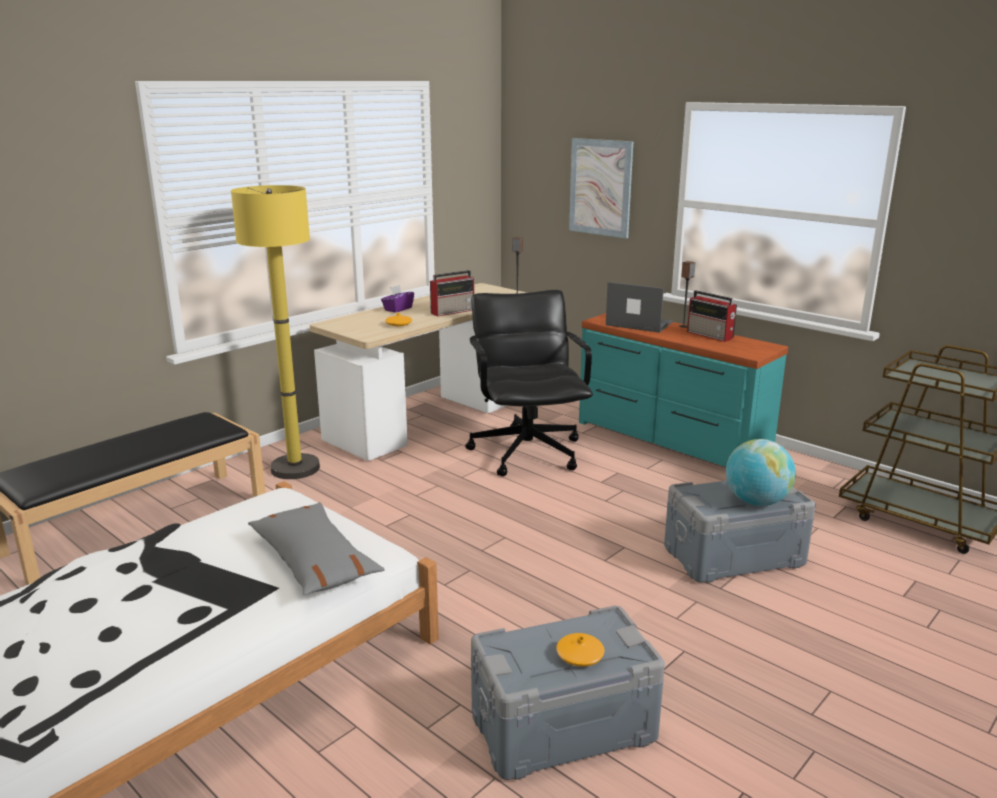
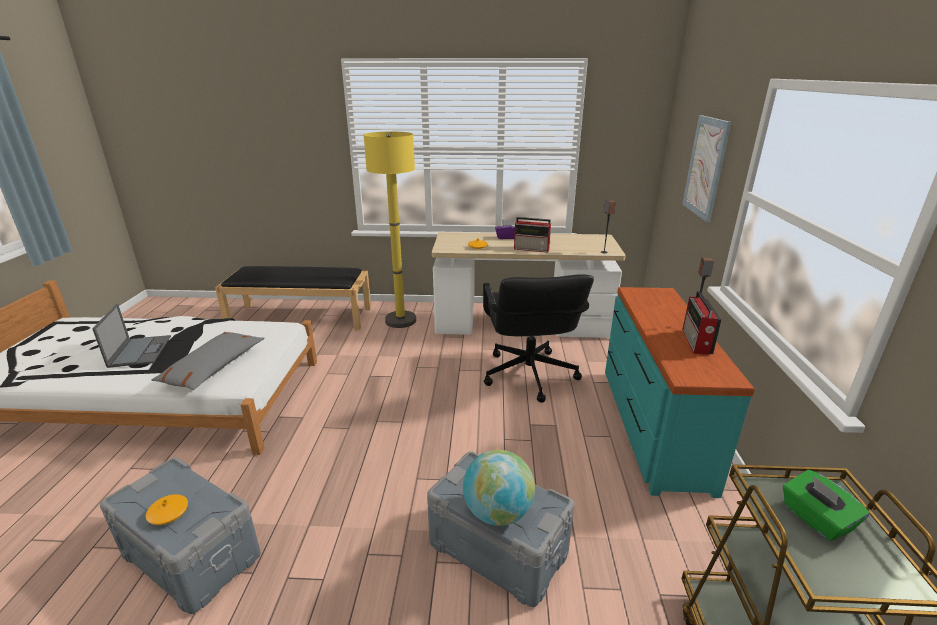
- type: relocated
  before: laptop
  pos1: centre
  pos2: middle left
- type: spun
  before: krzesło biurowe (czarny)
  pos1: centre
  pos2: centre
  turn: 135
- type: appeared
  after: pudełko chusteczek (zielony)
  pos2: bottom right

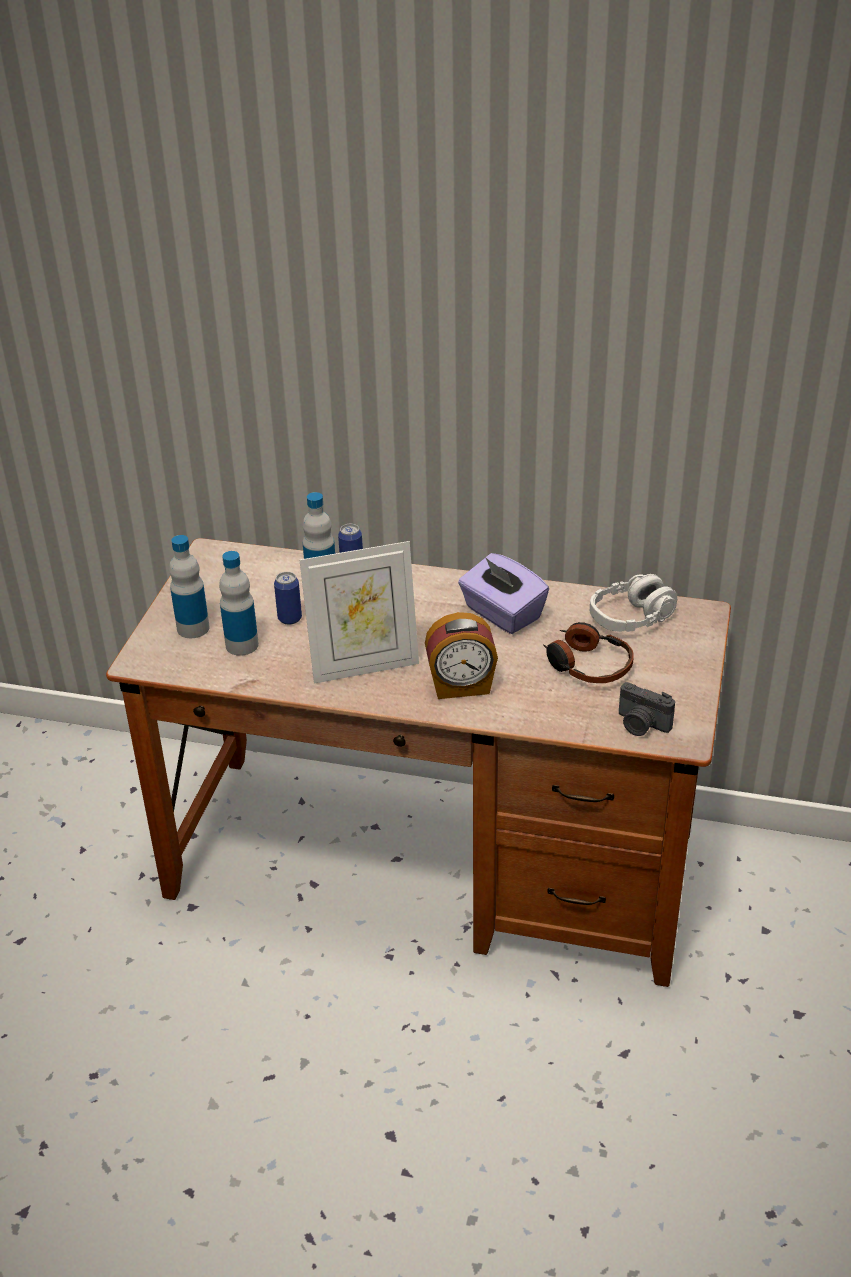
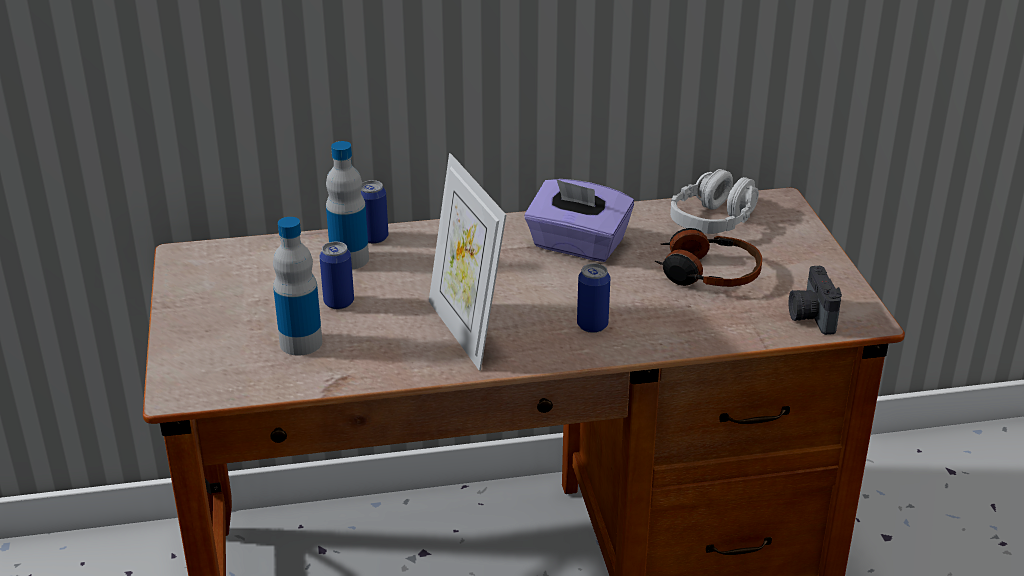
- type: spun
  before: ramka na zdjęcie
  pos1: centre
  pos2: centre
  turn: 105
- type: exchanged
  before: budzik
  after: puszka (no. 3 from left)
  pos1: centre
  pos2: centre
- type: spun
  before: aparat fotograficzny
  pos1: middle right
  pos2: middle right
  turn: 75
- type: missing
  before: butelka (no. 1 from left)
  pos1: middle left

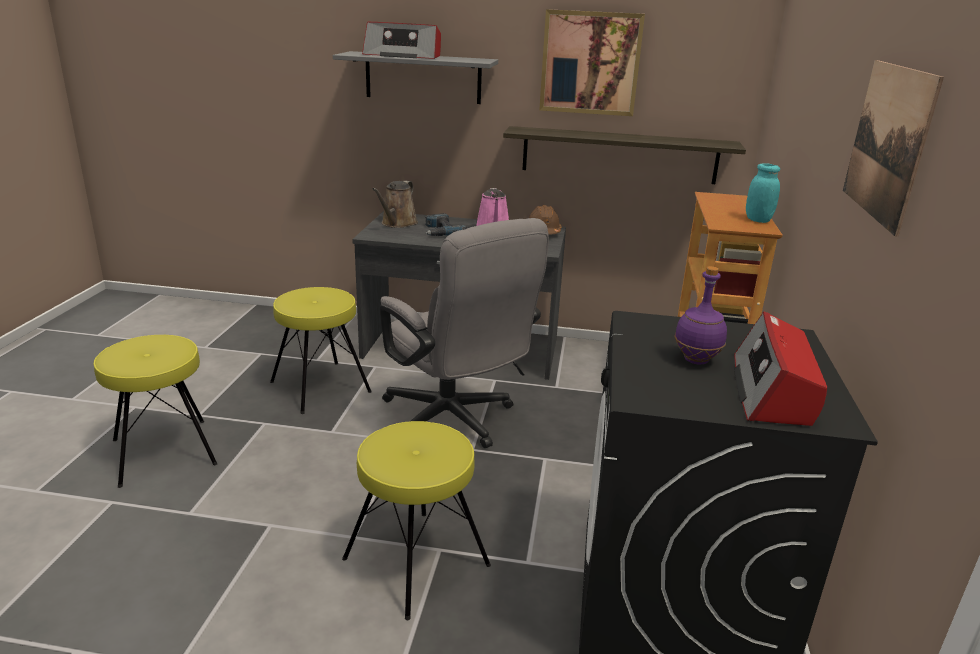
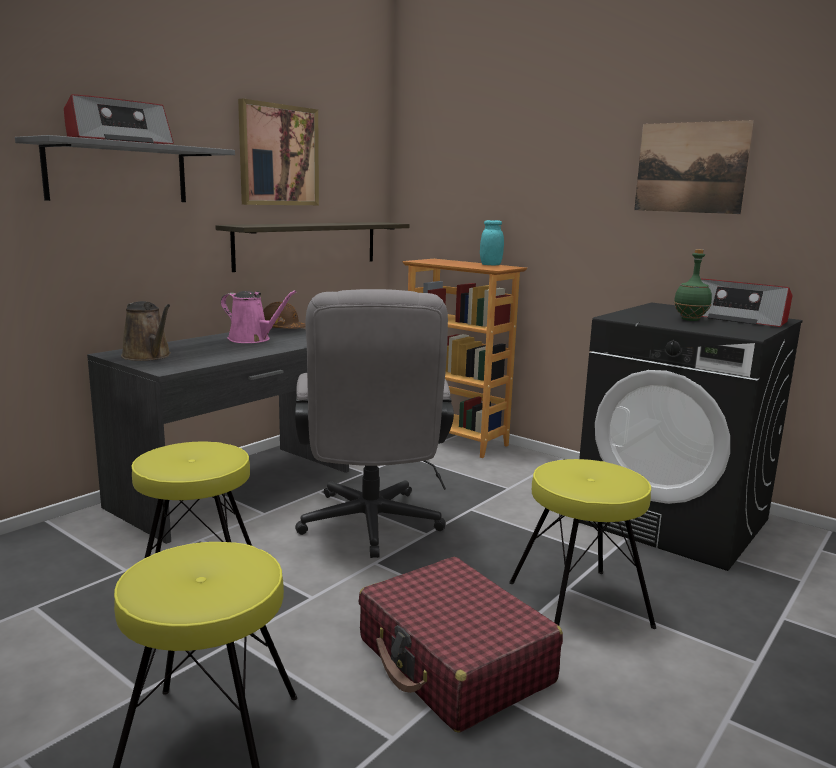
- type: spun
  before: krzesło biurowe (szary)
  pos1: centre
  pos2: centre
  turn: 90
- type: appeared
  after: walizka (czerwony)
  pos2: bottom centre
- type: colour
  before: butelka (fioletowy)
  after: butelka (zielony)
  pos1: middle right
  pos2: middle right
- type: missing
  before: wiertarka
  pos1: centre

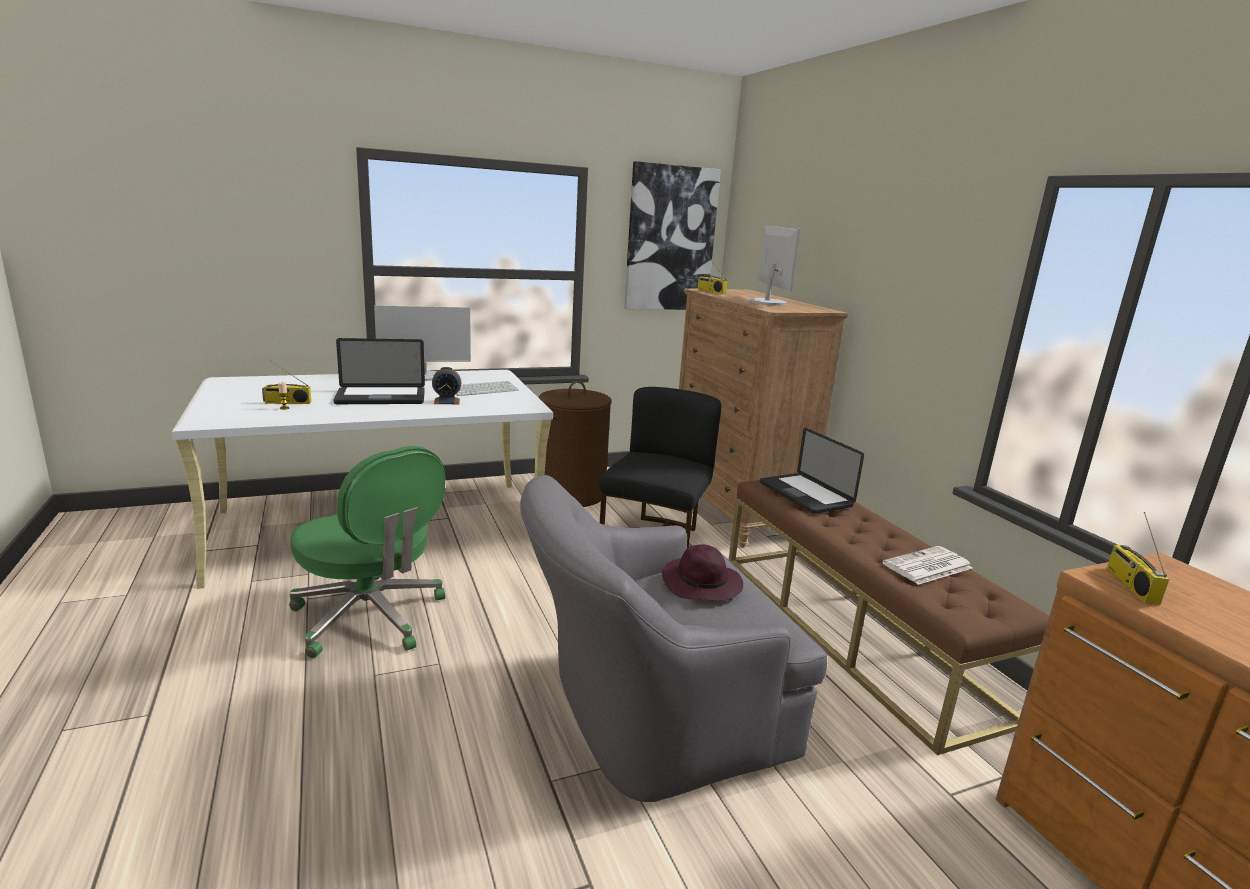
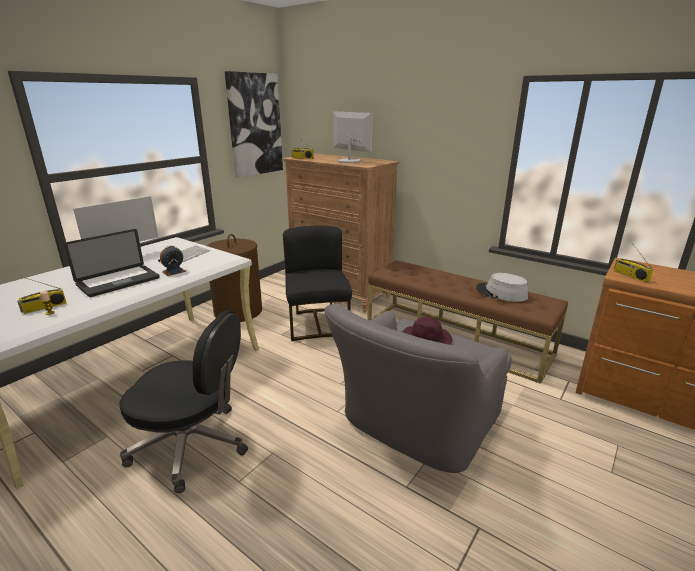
- type: colour
  before: krzesło biurowe (zielony)
  after: krzesło biurowe (czarny)
  pos1: middle left
  pos2: bottom left
- type: exchanged
  before: gazeta
  after: kapelusz (szary)
  pos1: middle right
  pos2: middle right
- type: missing
  before: laptop (no. 2 from left)
  pos1: centre

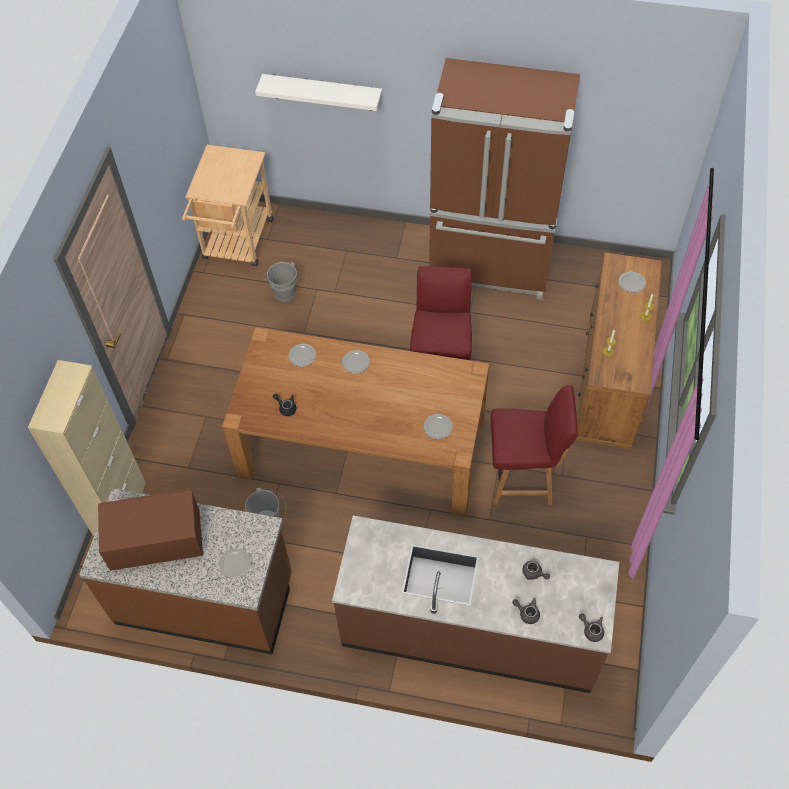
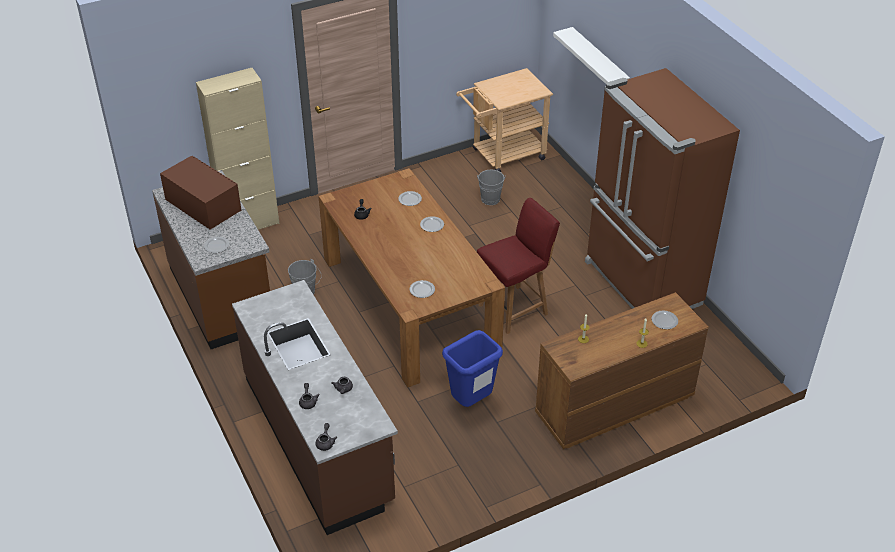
- type: exchanged
  before: krzesło (czerwony) (no. 2 from left)
  after: kosz na śmieci (niebieski)
  pos1: middle right
  pos2: bottom centre

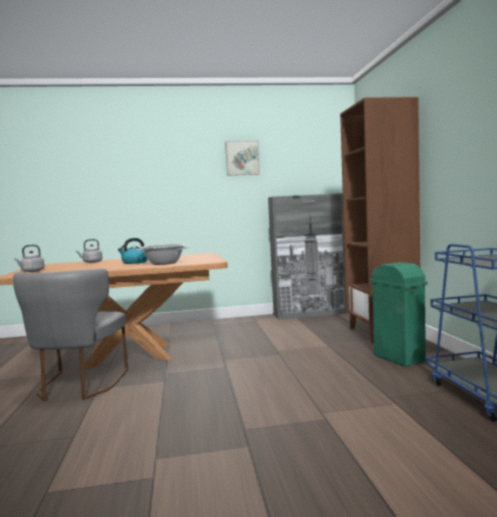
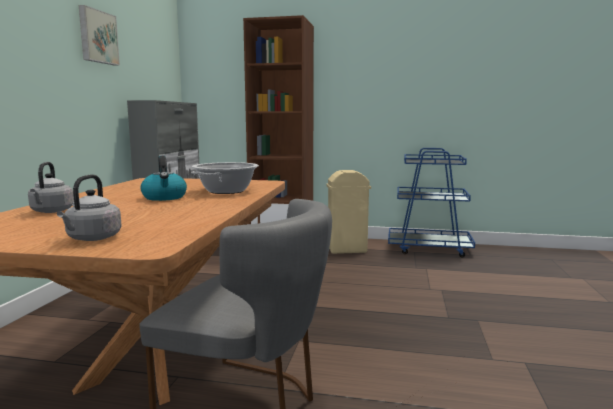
- type: colour
  before: kosz na śmieci (zielony)
  after: kosz na śmieci (beżowy)
  pos1: middle right
  pos2: centre

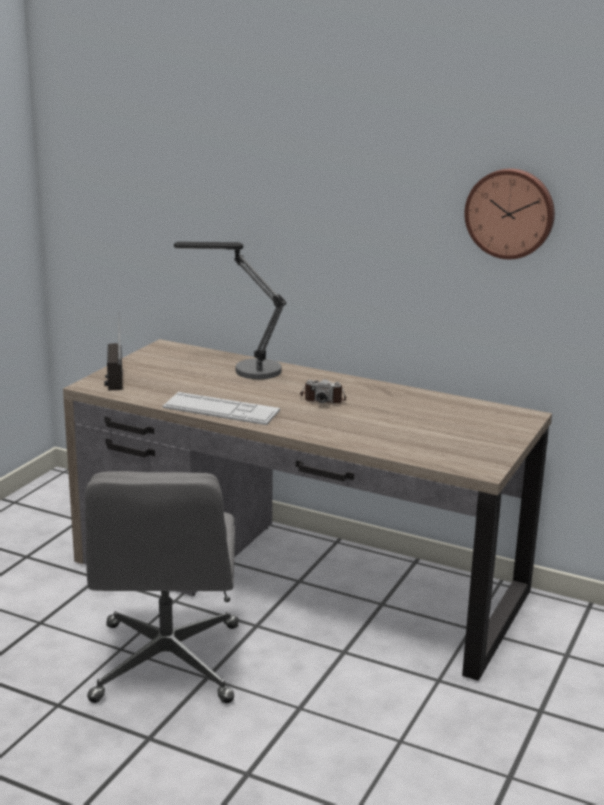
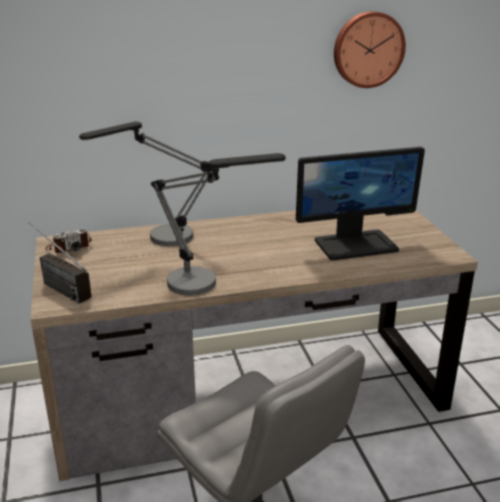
- type: relocated
  before: aparat fotograficzny
  pos1: centre
  pos2: middle left
- type: exchanged
  before: klawiatura
  after: lampa stołowa (no. 2 from left)
  pos1: centre
  pos2: centre
- type: appeared
  after: monitor
  pos2: middle right

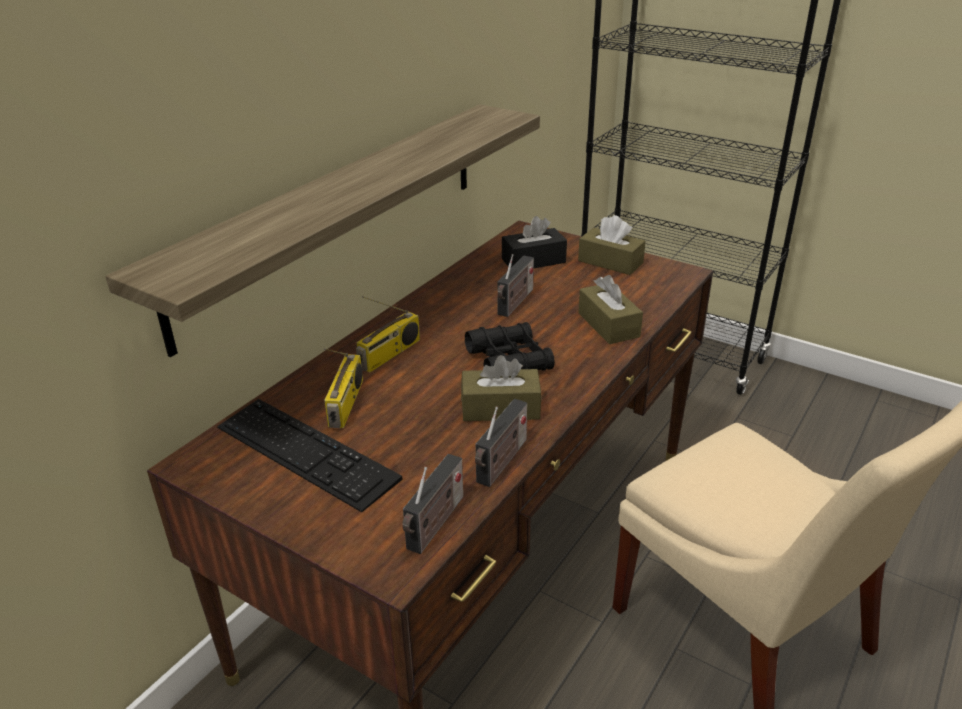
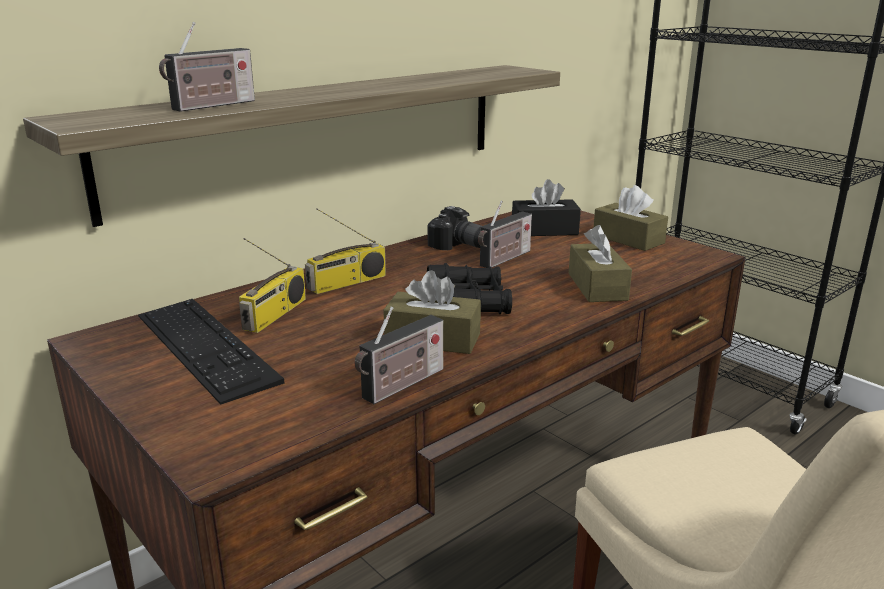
- type: relocated
  before: radio (no. 3 from left in the first image)
  after: radio (no. 1 from left)
  pos1: bottom centre
  pos2: top left
- type: appeared
  after: aparat fotograficzny
  pos2: centre

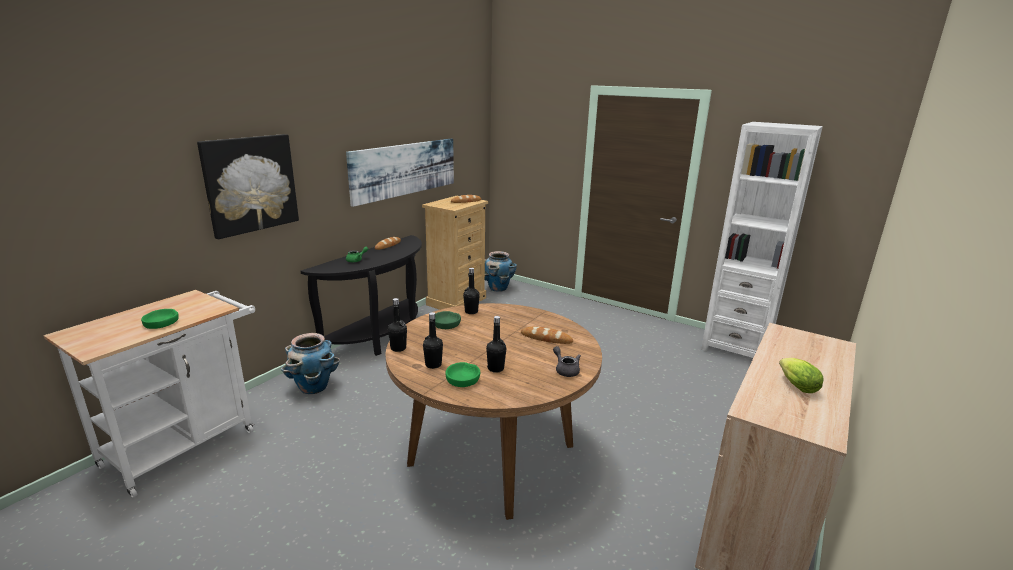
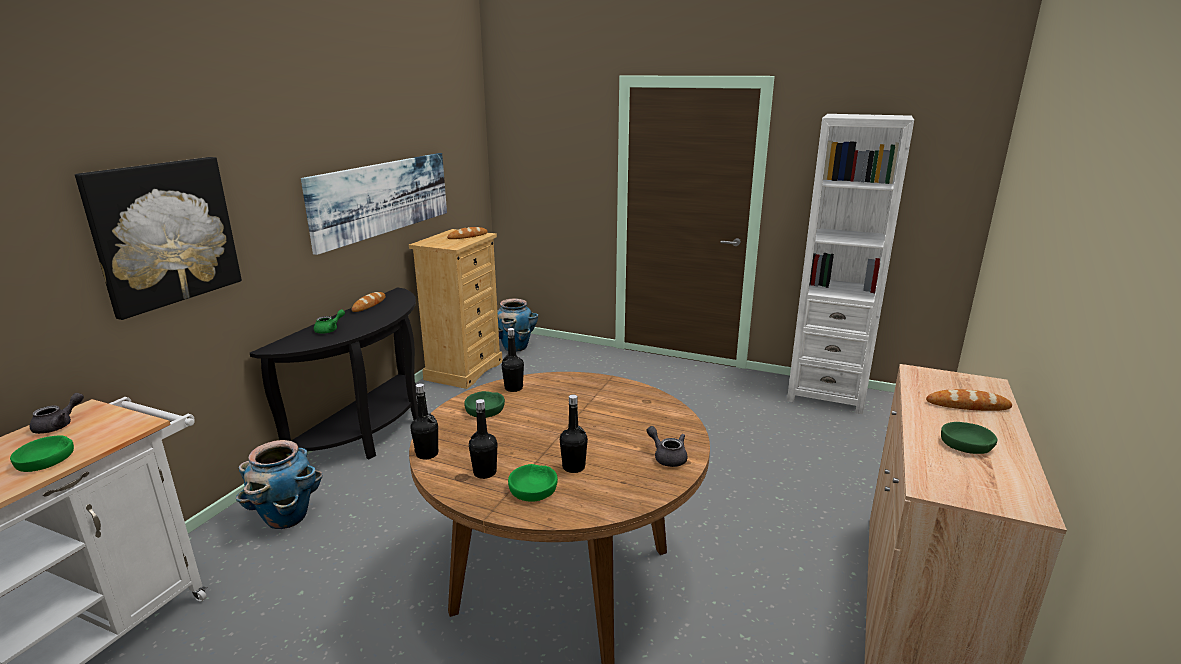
- type: appeared
  after: imbryk (szary) (no. 1 from left)
  pos2: middle left
- type: relocated
  before: chleb (no. 3 from left)
  pos1: centre
  pos2: middle right
- type: exchanged
  before: sałata
  after: miska (zielony) (no. 4 from left)
  pos1: middle right
  pos2: middle right

